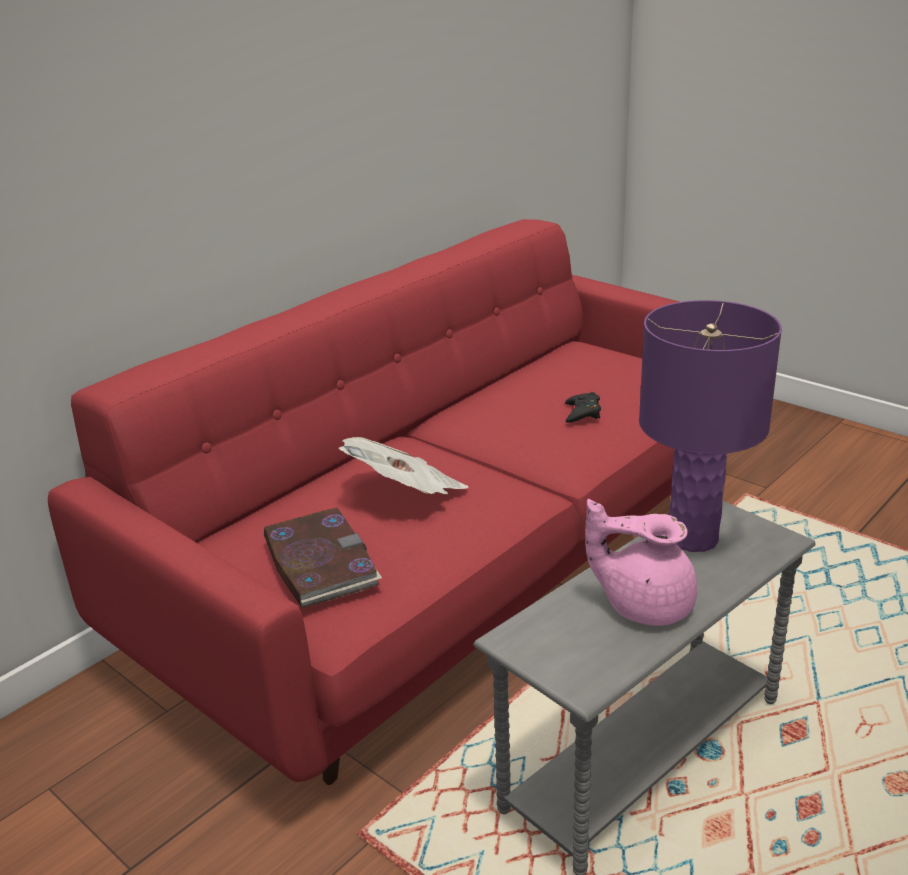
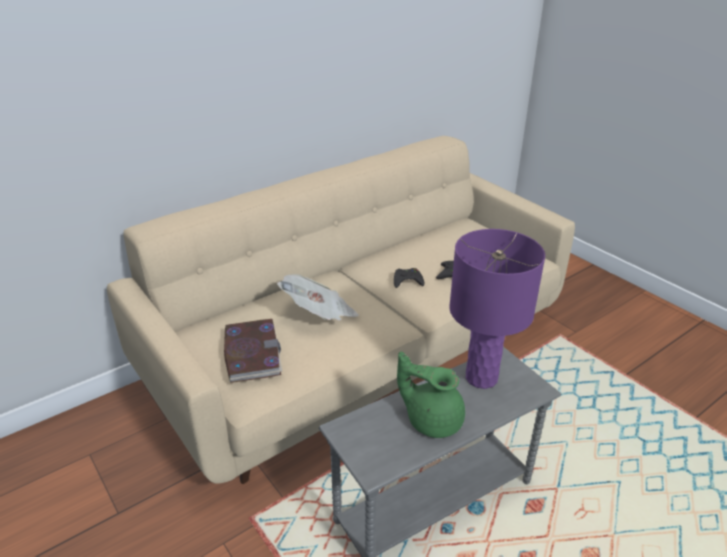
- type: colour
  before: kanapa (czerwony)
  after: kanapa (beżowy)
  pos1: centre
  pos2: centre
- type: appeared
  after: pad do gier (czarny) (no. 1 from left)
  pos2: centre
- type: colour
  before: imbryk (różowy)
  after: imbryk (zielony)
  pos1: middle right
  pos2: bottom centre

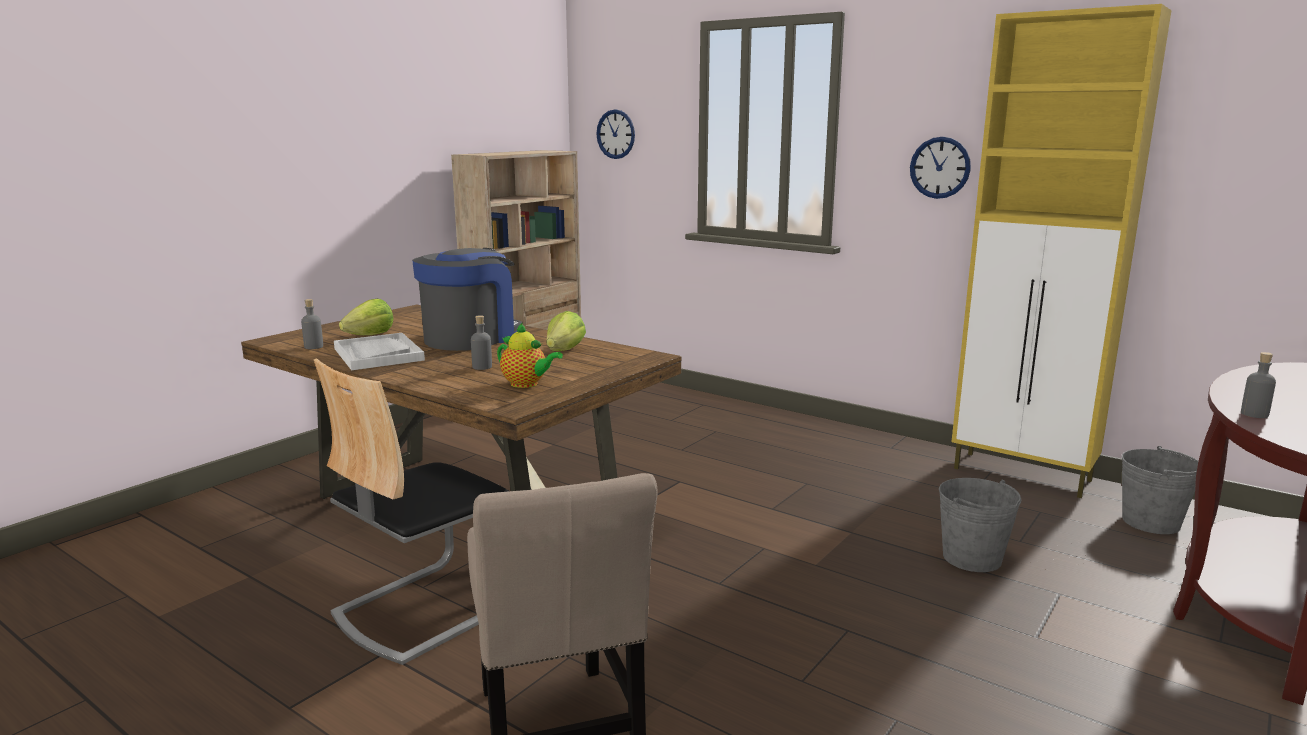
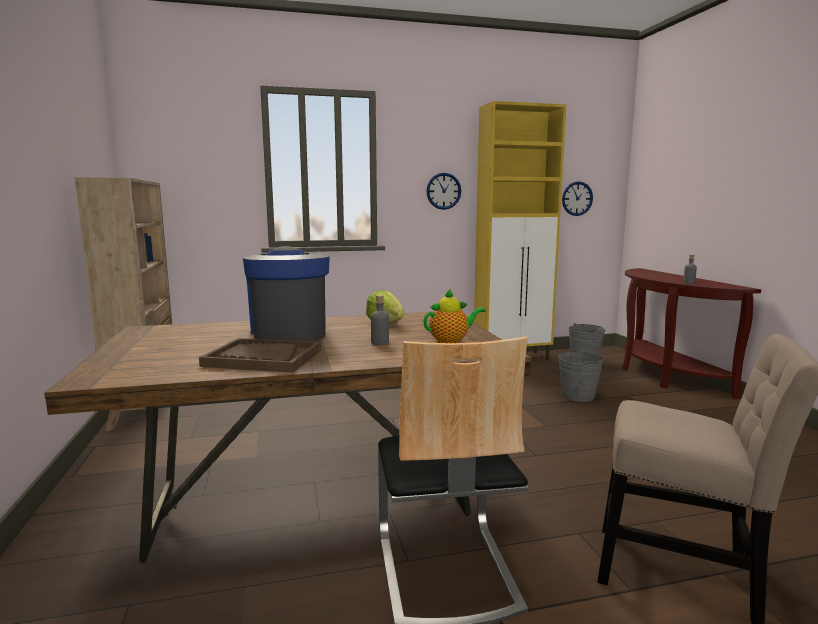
- type: colour
  before: taca (biały)
  after: taca (brązowy)
  pos1: middle left
  pos2: middle left
- type: relocated
  before: zegar ścienny (no. 1 from left in the first image)
  after: zegar ścienny (no. 2 from left)
  pos1: top centre
  pos2: top right
- type: missing
  before: butelka (szary) (no. 1 from left)
  pos1: middle left
- type: missing
  before: sałata (no. 1 from left)
  pos1: middle left

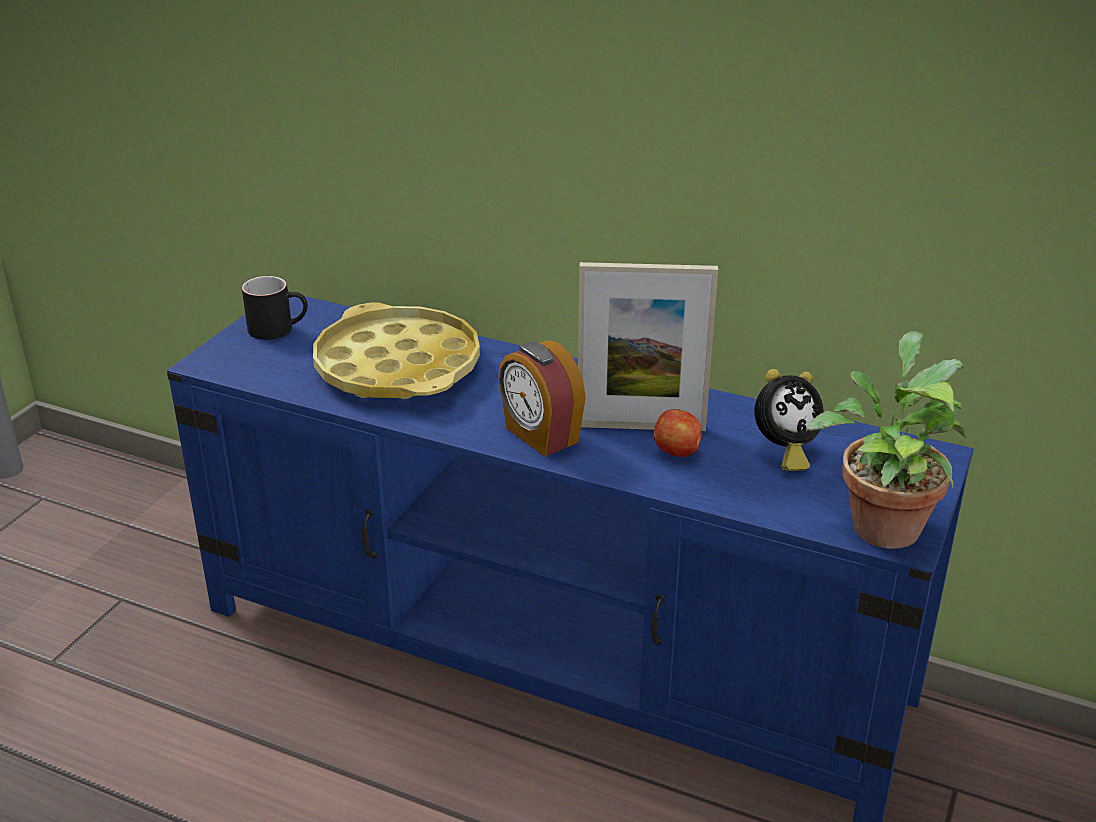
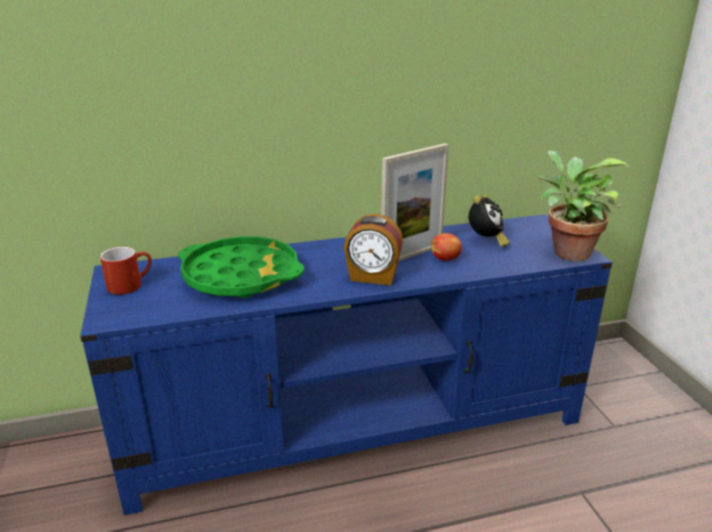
- type: colour
  before: kubek (czarny)
  after: kubek (czerwony)
  pos1: middle left
  pos2: middle left
- type: colour
  before: taca (żółty)
  after: taca (zielony)
  pos1: centre
  pos2: centre

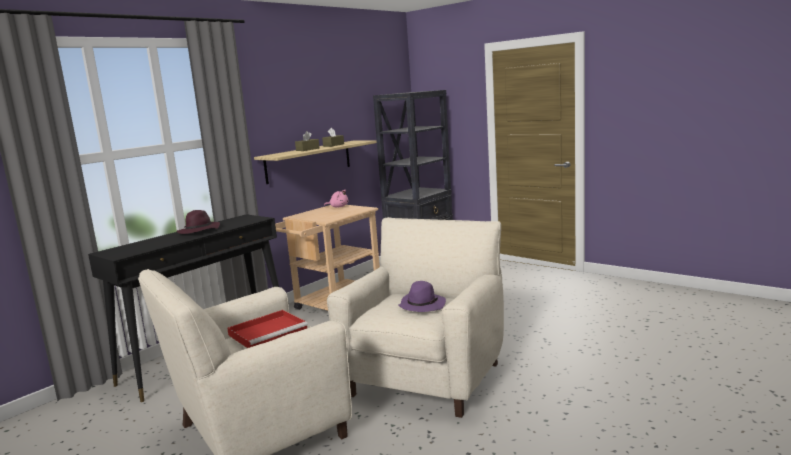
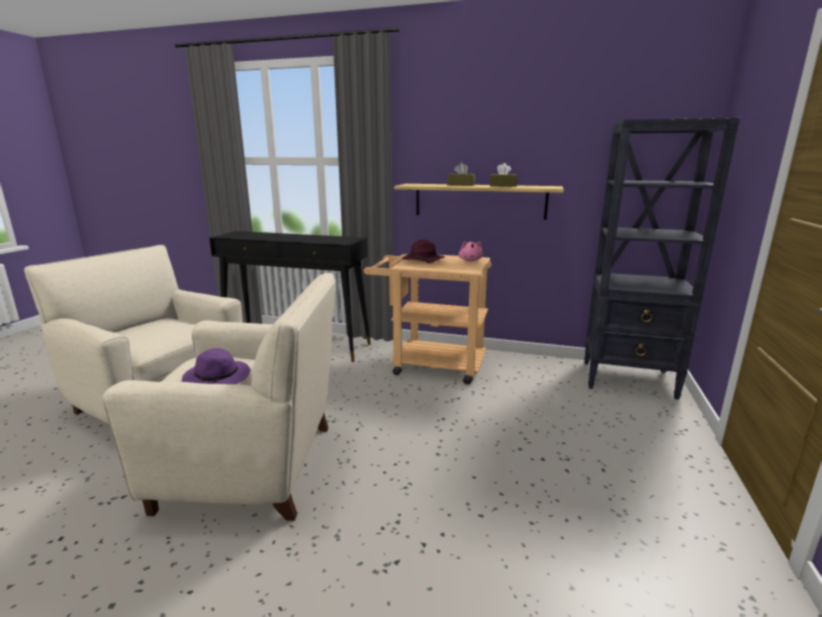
- type: relocated
  before: kapelusz (fioletowy) (no. 1 from left in the first image)
  after: kapelusz (fioletowy) (no. 2 from left)
  pos1: middle left
  pos2: centre
- type: missing
  before: taca (czerwony)
  pos1: bottom centre

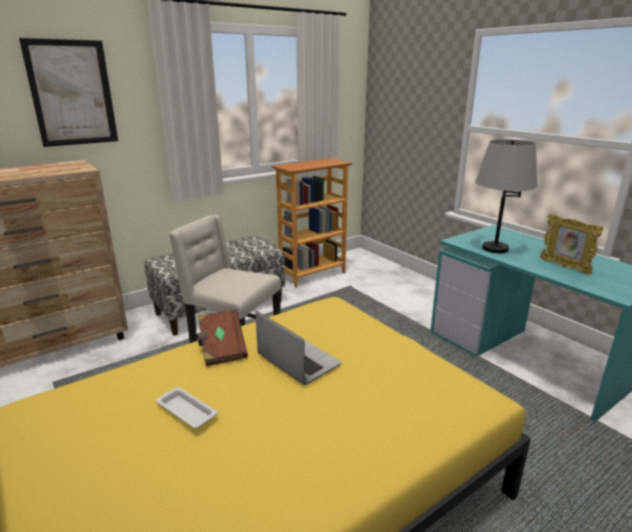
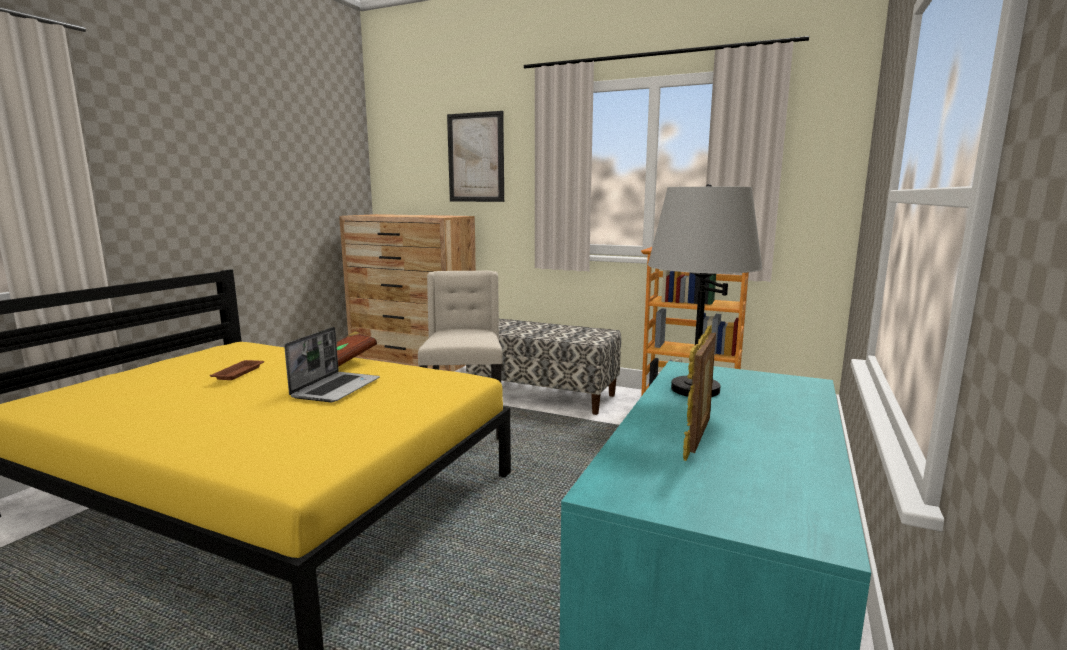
- type: colour
  before: taca (biały)
  after: taca (brązowy)
  pos1: bottom left
  pos2: middle left

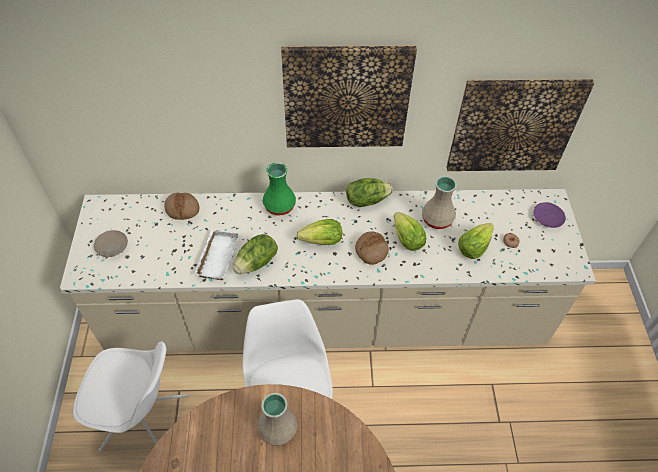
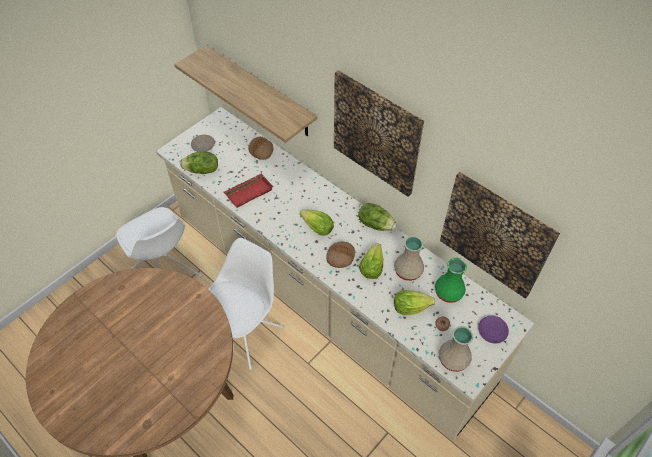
- type: appeared
  after: półka
  pos2: top centre
- type: relocated
  before: sałata (no. 1 from left)
  pos1: centre
  pos2: middle left
- type: colour
  before: taca (biały)
  after: taca (czerwony)
  pos1: middle left
  pos2: centre
- type: relocated
  before: wazon (zielony)
  pos1: centre
  pos2: middle right
- type: relocated
  before: wazon (beżowy) (no. 1 from left in the first image)
  after: wazon (beżowy) (no. 2 from left)
  pos1: bottom centre
  pos2: bottom right

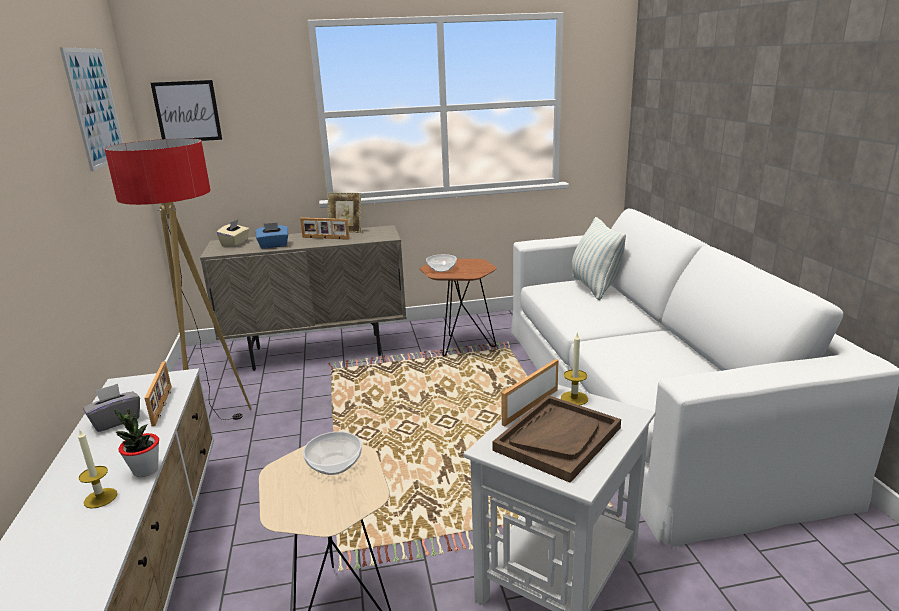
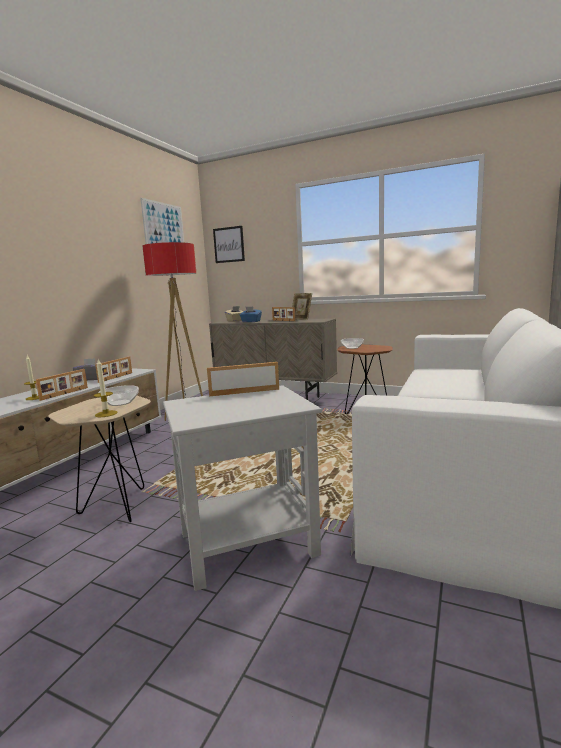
- type: exchanged
  before: roślina doniczkowa
  after: ramka na zdjęcie (no. 1 from left)
  pos1: bottom left
  pos2: middle left
- type: relocated
  before: świeca (no. 2 from left)
  pos1: centre
  pos2: middle left
- type: missing
  before: taca (brązowy)
  pos1: bottom centre
- type: missing
  before: poduszka
  pos1: centre

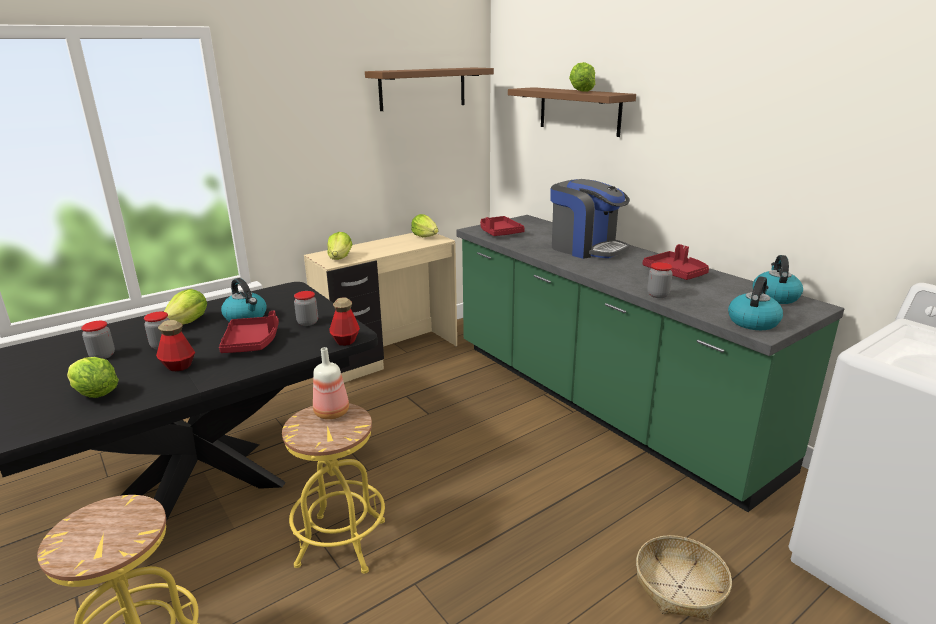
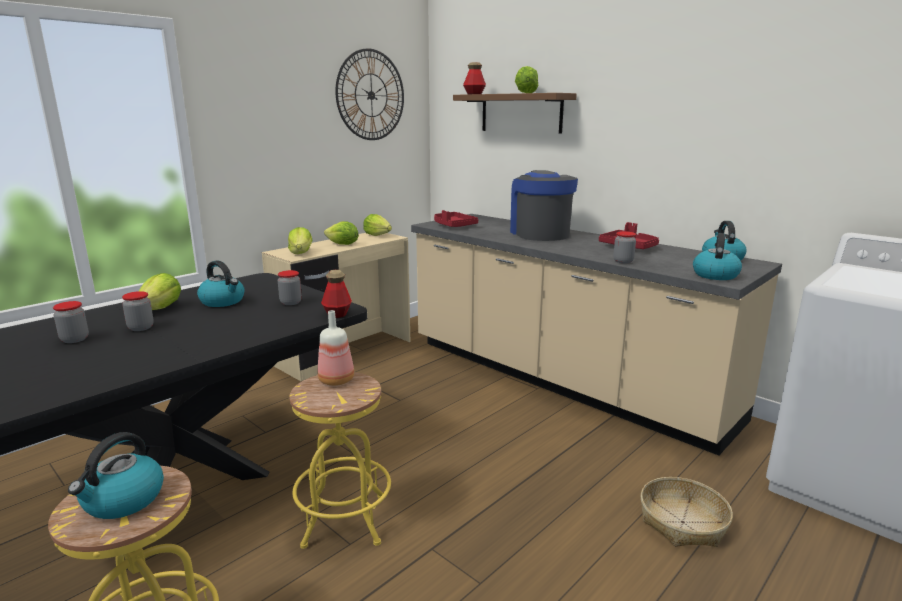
- type: appeared
  after: czajnik (no. 1 from left)
  pos2: bottom left
- type: relocated
  before: sałata (no. 1 from left in the first image)
  after: sałata (no. 3 from left)
  pos1: middle left
  pos2: centre
- type: exchanged
  before: półka (brązowy) (no. 1 from left)
  after: zegar ścienny
  pos1: top centre
  pos2: top centre
- type: colour
  before: zabudowa kuchenna (zielony)
  after: zabudowa kuchenna (beżowy)
  pos1: middle right
  pos2: centre
- type: relocated
  before: butelka (no. 1 from left in the first image)
  after: butelka (no. 3 from left)
  pos1: middle left
  pos2: top centre
- type: spun
  before: ekspres do kawy
  pos1: centre
  pos2: centre
  turn: -135
- type: missing
  before: taca (czerwony) (no. 1 from left)
  pos1: middle left

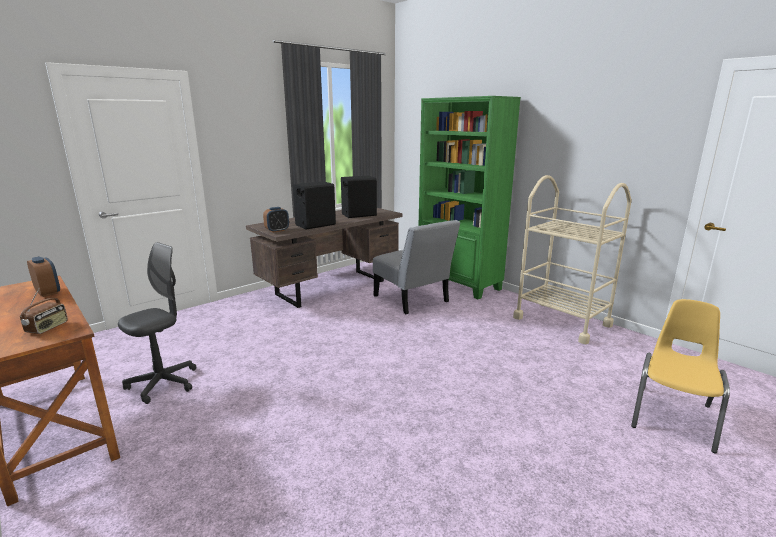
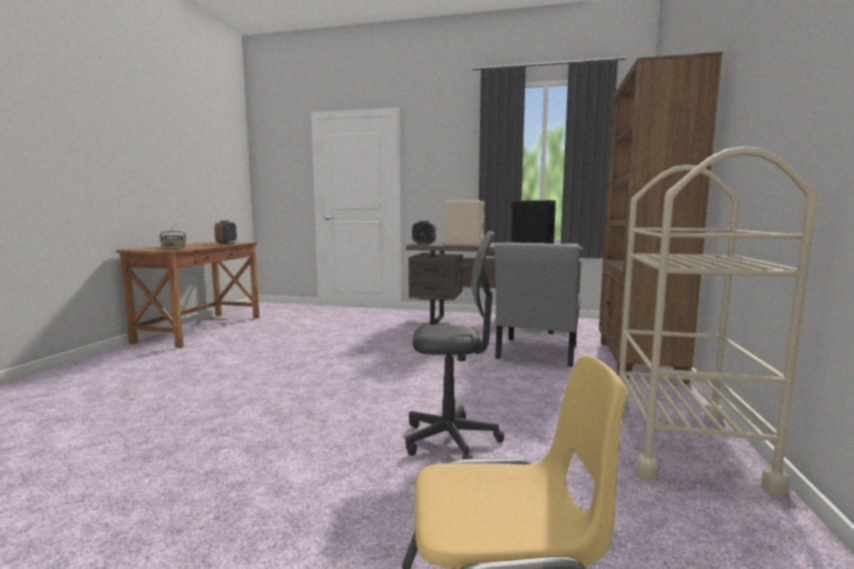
- type: relocated
  before: krzesło biurowe (szary)
  pos1: middle left
  pos2: centre
- type: colour
  before: głośnik (czarny) (no. 1 from left)
  after: głośnik (beżowy)
  pos1: centre
  pos2: centre
- type: colour
  before: regał (zielony)
  after: regał (brązowy)
  pos1: centre
  pos2: middle right

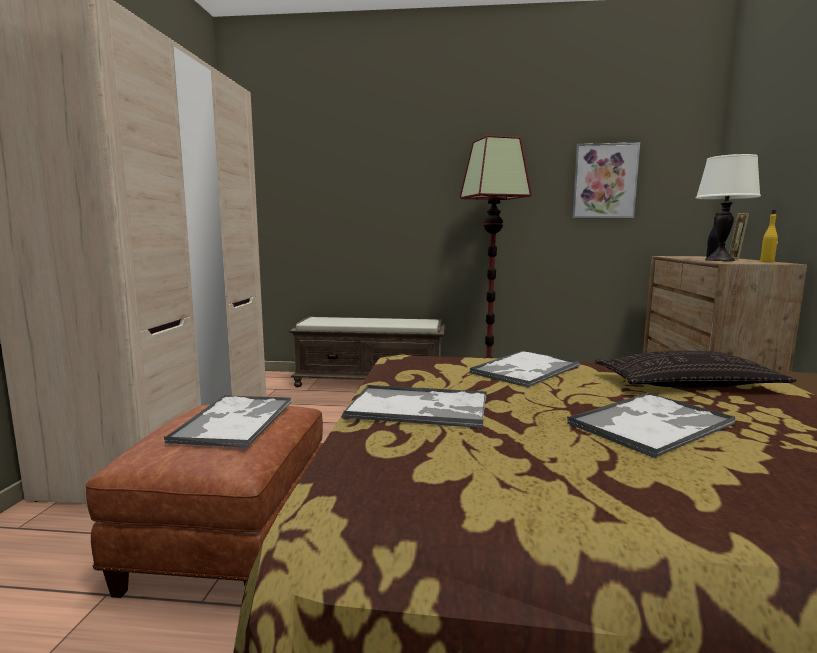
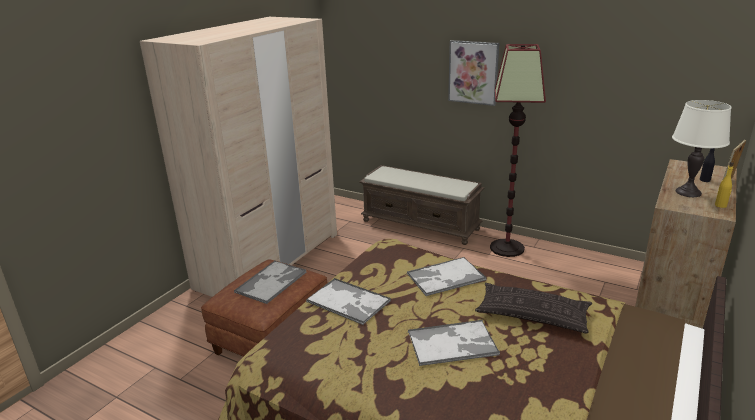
- type: relocated
  before: obraz
  pos1: top right
  pos2: top centre

